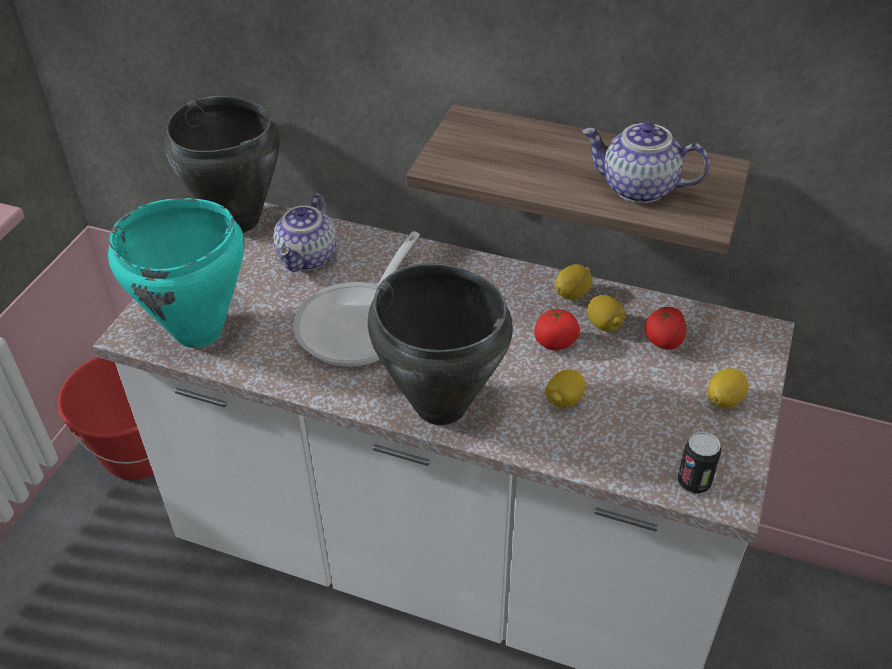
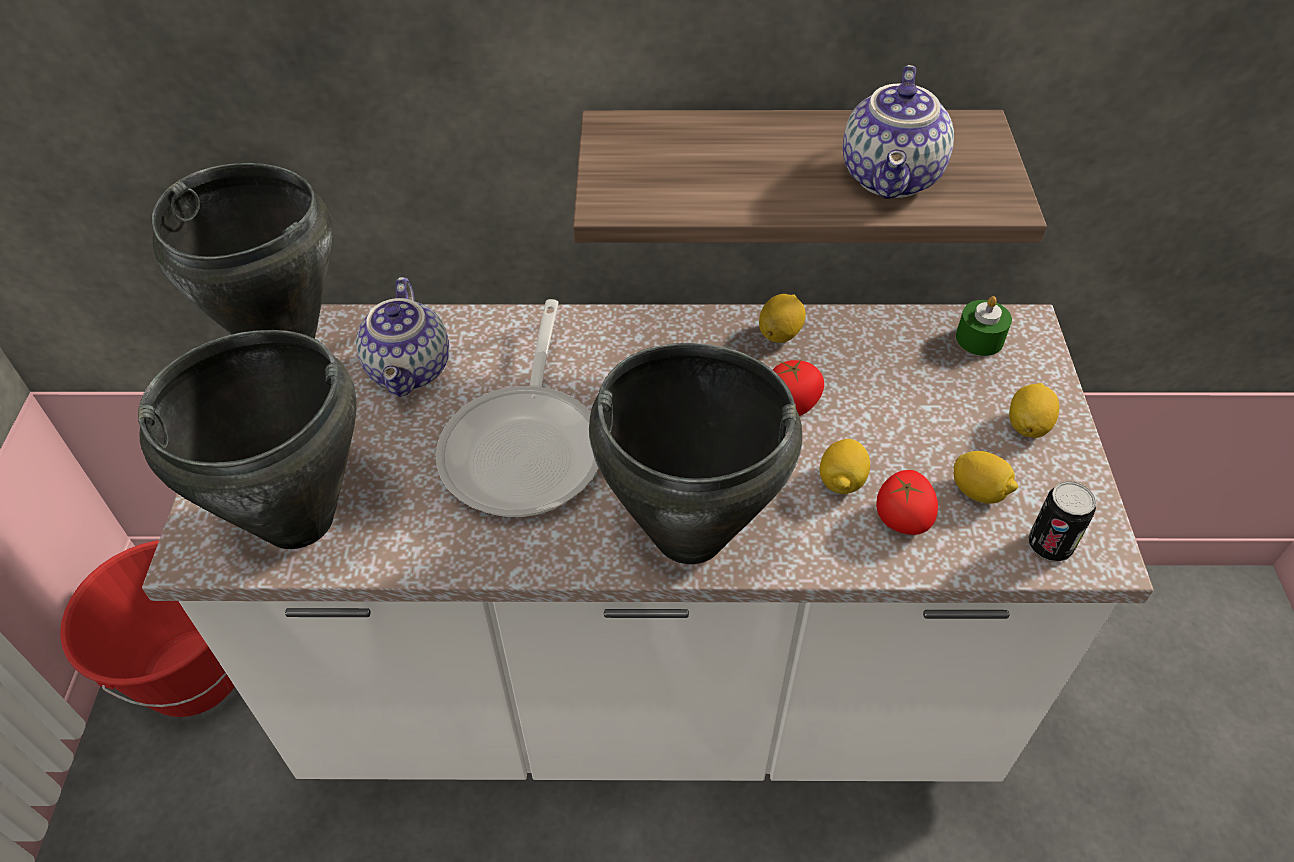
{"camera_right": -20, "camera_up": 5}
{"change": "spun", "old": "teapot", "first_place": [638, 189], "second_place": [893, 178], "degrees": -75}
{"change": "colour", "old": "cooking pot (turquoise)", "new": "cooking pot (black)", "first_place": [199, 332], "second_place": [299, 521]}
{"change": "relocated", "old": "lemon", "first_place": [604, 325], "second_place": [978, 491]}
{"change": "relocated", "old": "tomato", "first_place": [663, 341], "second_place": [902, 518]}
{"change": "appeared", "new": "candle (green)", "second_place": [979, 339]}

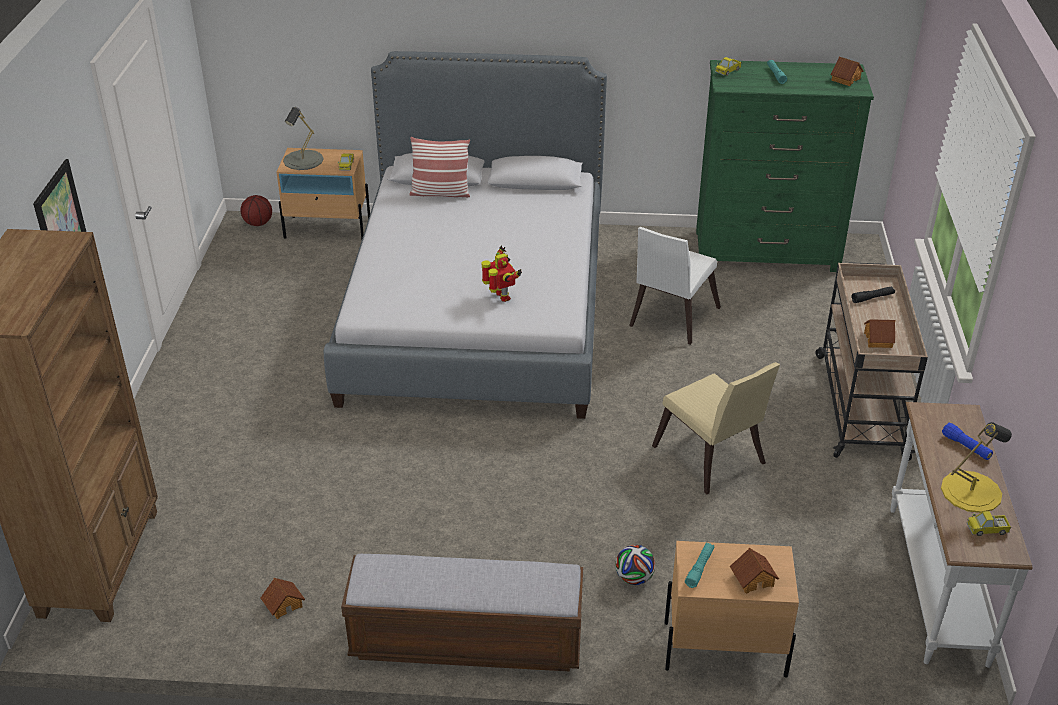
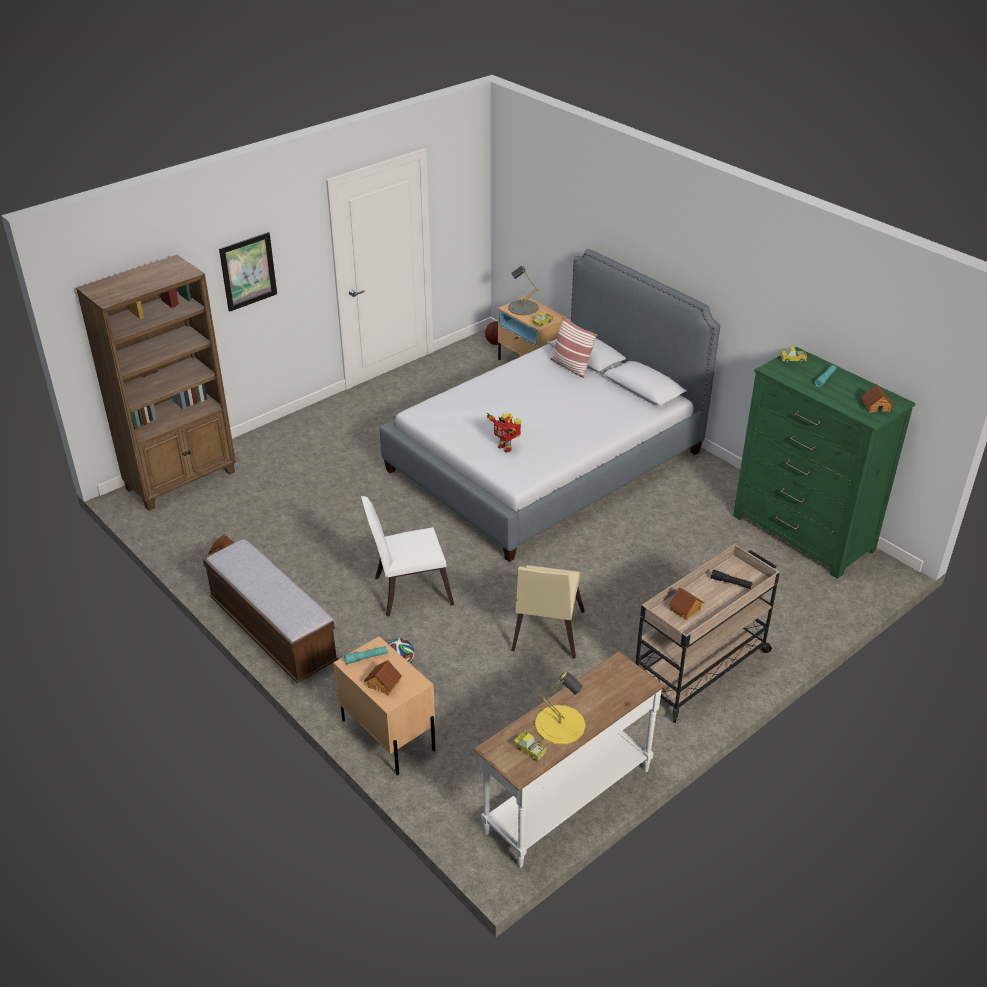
{"camera_right": 45, "camera_up": 0}
{"change": "relocated", "old": "chair (white)", "first_place": [671, 319], "second_place": [408, 591]}
{"change": "spun", "old": "toy robot", "first_place": [501, 297], "second_place": [505, 447], "degrees": 120}
{"change": "missing", "old": "flashlight (blue)", "first_place": [966, 447]}

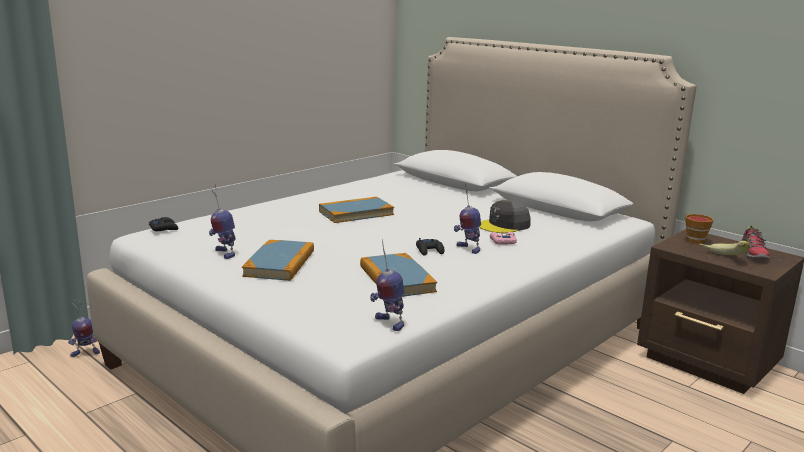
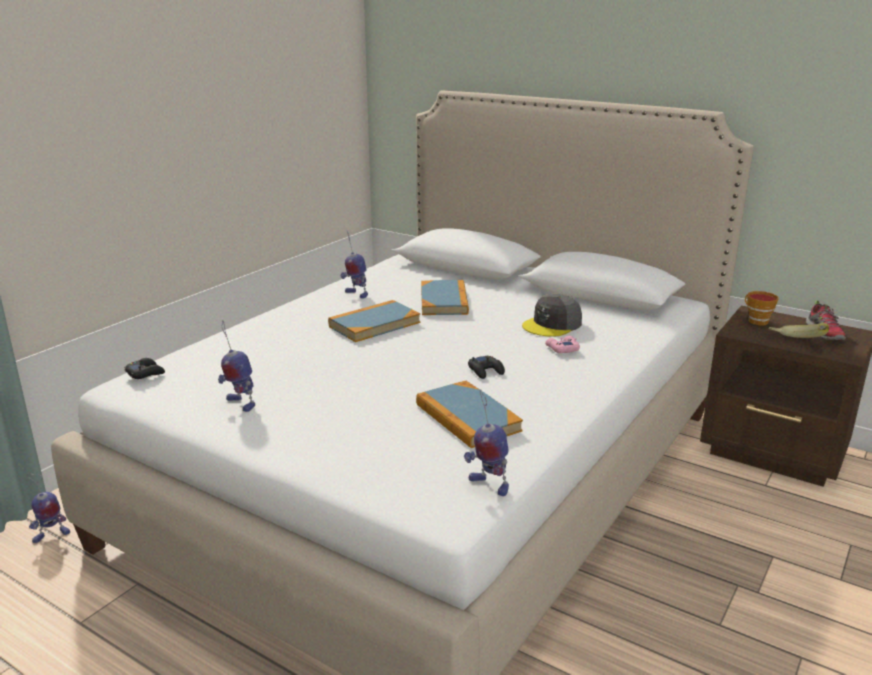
{"camera_right": -10, "camera_up": 5}
{"change": "relocated", "old": "toy robot", "first_place": [467, 248], "second_place": [356, 294]}
{"change": "relocated", "old": "book", "first_place": [280, 263], "second_place": [444, 301]}

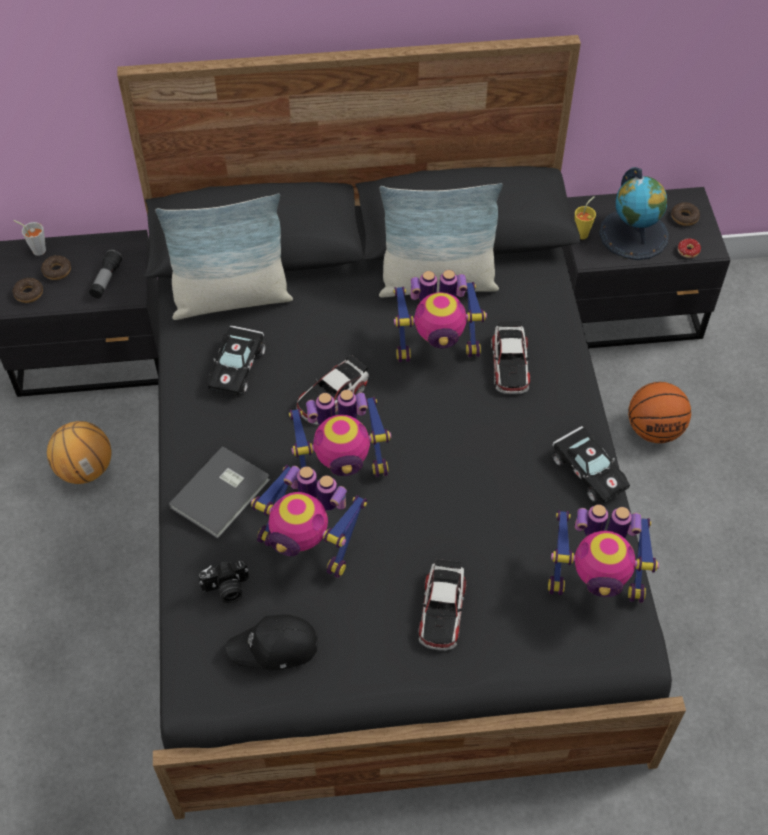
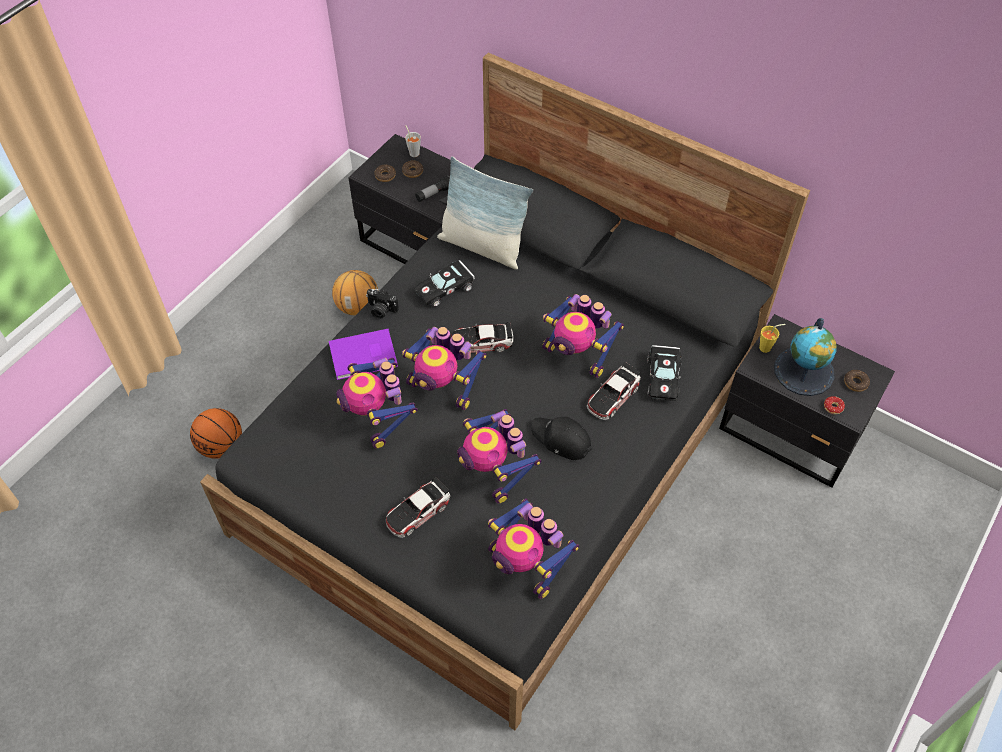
{"camera_right": 40, "camera_up": 0}
{"change": "missing", "old": "pillow", "first_place": [437, 283]}
{"change": "relocated", "old": "basketball", "first_place": [654, 430], "second_place": [221, 446]}
{"change": "relocated", "old": "toy car (black)", "first_place": [587, 469], "second_place": [663, 376]}
{"change": "colour", "old": "book (grey)", "new": "book (purple)", "first_place": [223, 494], "second_place": [364, 356]}
{"change": "relocated", "old": "photo camera", "first_place": [227, 589], "second_place": [381, 310]}
{"change": "relocated", "old": "cap (black)", "first_place": [275, 647], "second_place": [561, 440]}
{"change": "appeared", "new": "toy robot", "second_place": [494, 471]}

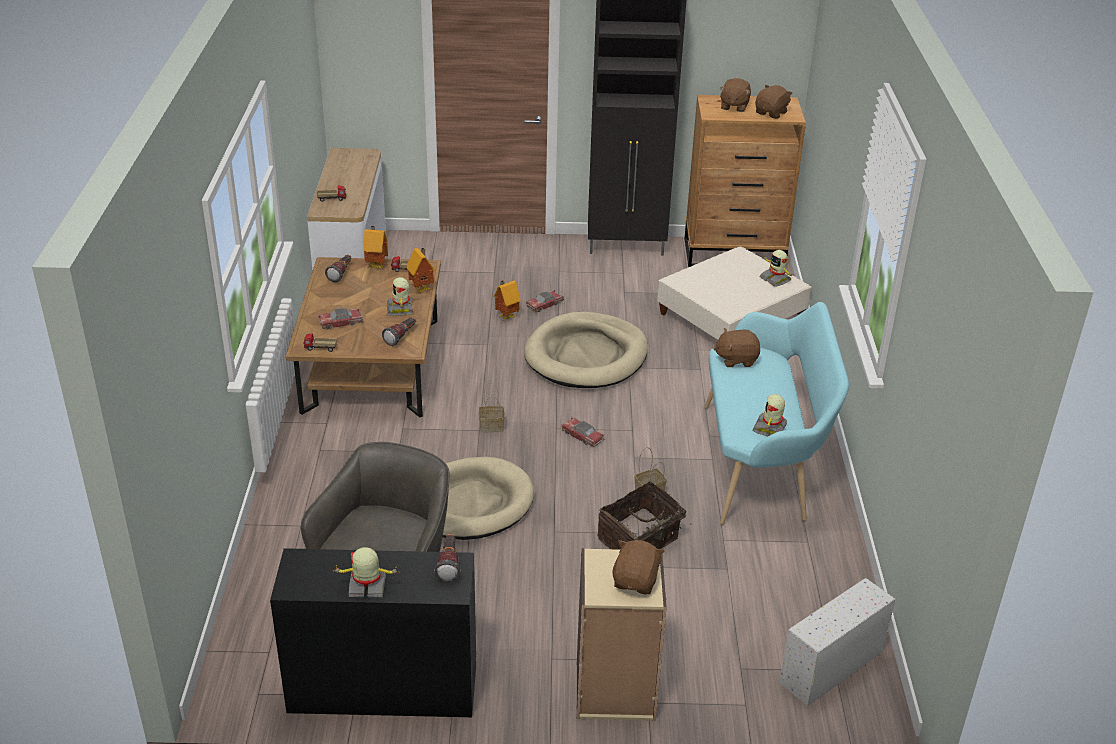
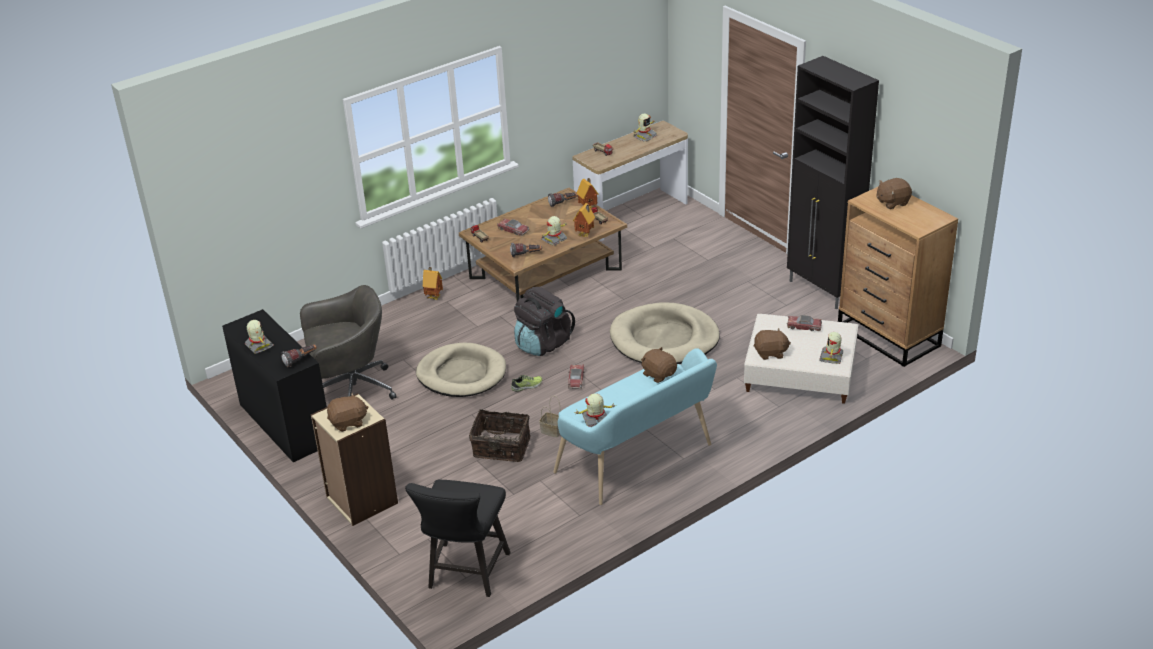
{"camera_right": 55, "camera_up": 0}
{"change": "relocated", "old": "plush toy (brown)", "first_place": [771, 113], "second_place": [770, 353]}
{"change": "relocated", "old": "toy house", "first_place": [506, 317], "second_place": [434, 297]}
{"change": "relocated", "old": "toy car", "first_place": [544, 305], "second_place": [804, 326]}
{"change": "exchanged", "old": "basket", "new": "backpack (black)", "first_place": [492, 426], "second_place": [543, 343]}
{"change": "exchanged", "old": "storage box (white)", "new": "chair (black)", "first_place": [830, 668], "second_place": [466, 574]}
{"change": "appeared", "new": "toy robot", "second_place": [644, 136]}
{"change": "appeared", "new": "shoe", "second_place": [527, 386]}

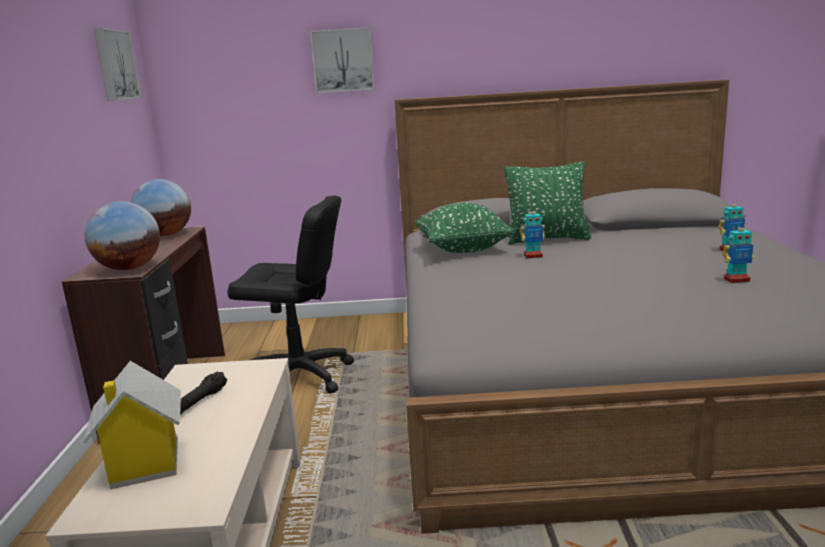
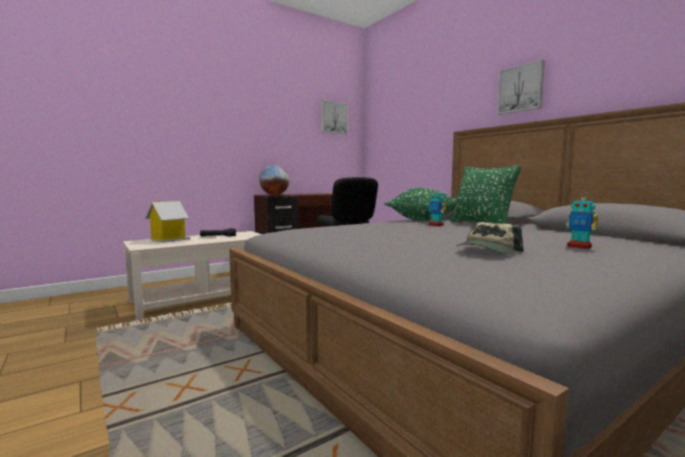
{"camera_right": 55, "camera_up": -10}
{"change": "relocated", "old": "picture", "first_place": [343, 60], "second_place": [521, 89]}
{"change": "missing", "old": "globe", "first_place": [165, 235]}
{"change": "exchanged", "old": "toy robot", "new": "cap", "first_place": [736, 280], "second_place": [488, 251]}

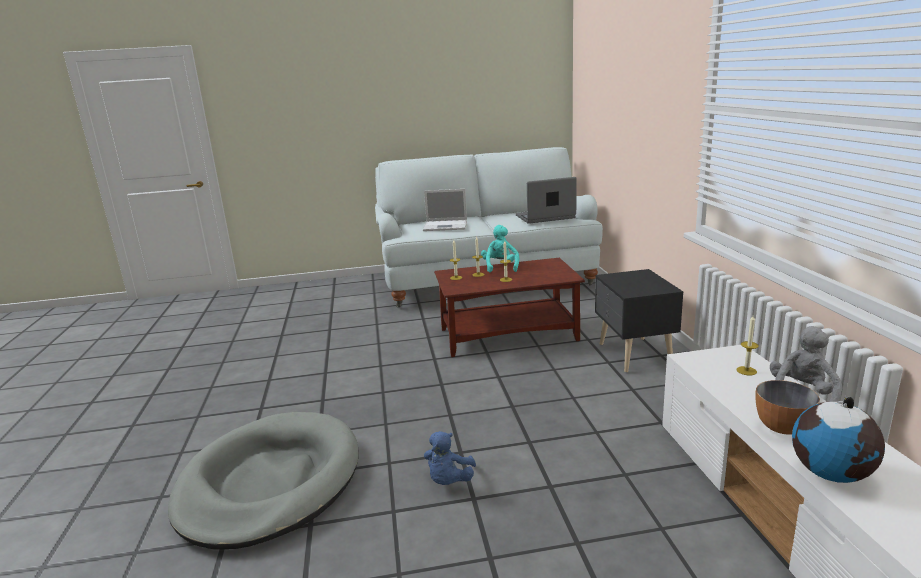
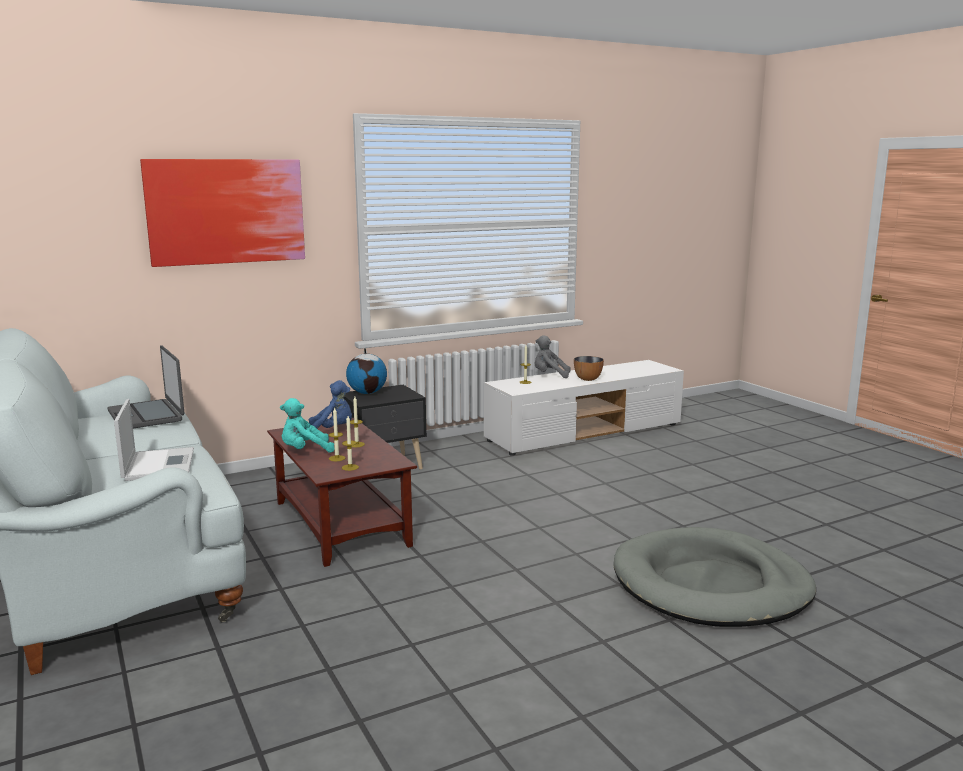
{"camera_right": -110, "camera_up": -5}
{"change": "relocated", "old": "globe", "first_place": [832, 474], "second_place": [367, 393]}
{"change": "relocated", "old": "plush toy (blue)", "first_place": [449, 481], "second_place": [332, 430]}
{"change": "appeared", "new": "picture", "second_place": [226, 211]}

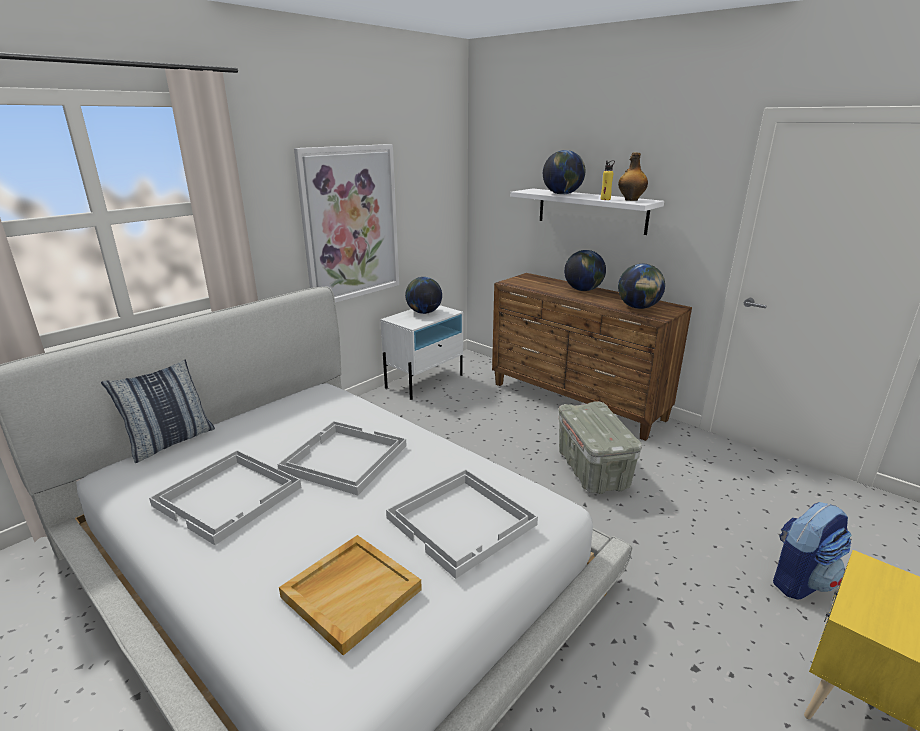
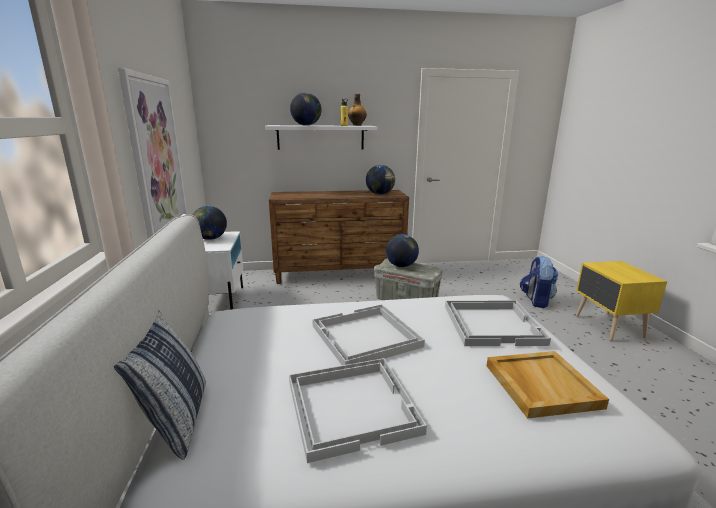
{"camera_right": -50, "camera_up": -5}
{"change": "relocated", "old": "globe", "first_place": [583, 290], "second_place": [401, 266]}

